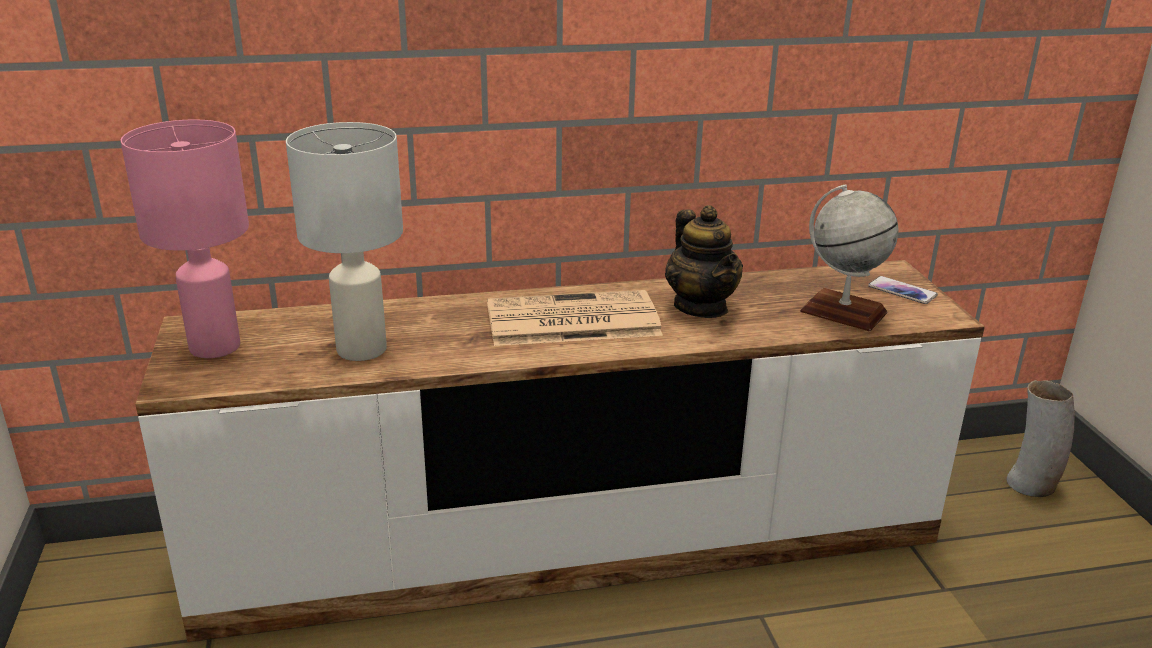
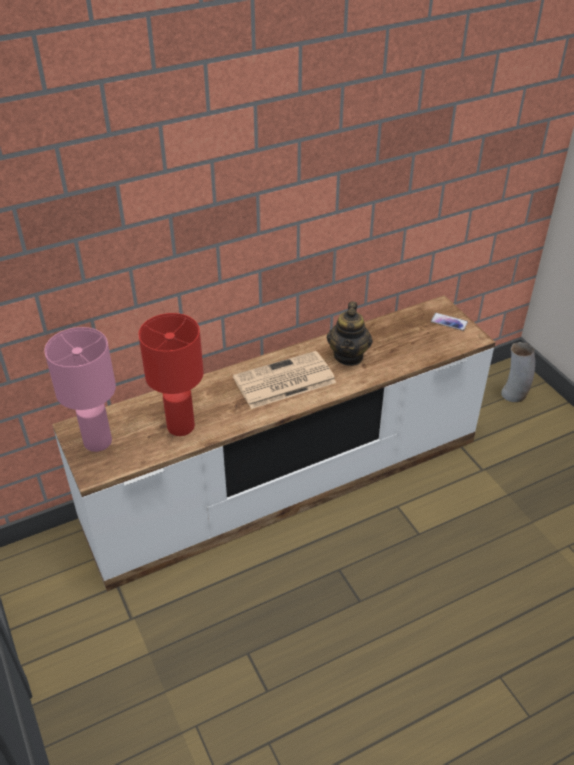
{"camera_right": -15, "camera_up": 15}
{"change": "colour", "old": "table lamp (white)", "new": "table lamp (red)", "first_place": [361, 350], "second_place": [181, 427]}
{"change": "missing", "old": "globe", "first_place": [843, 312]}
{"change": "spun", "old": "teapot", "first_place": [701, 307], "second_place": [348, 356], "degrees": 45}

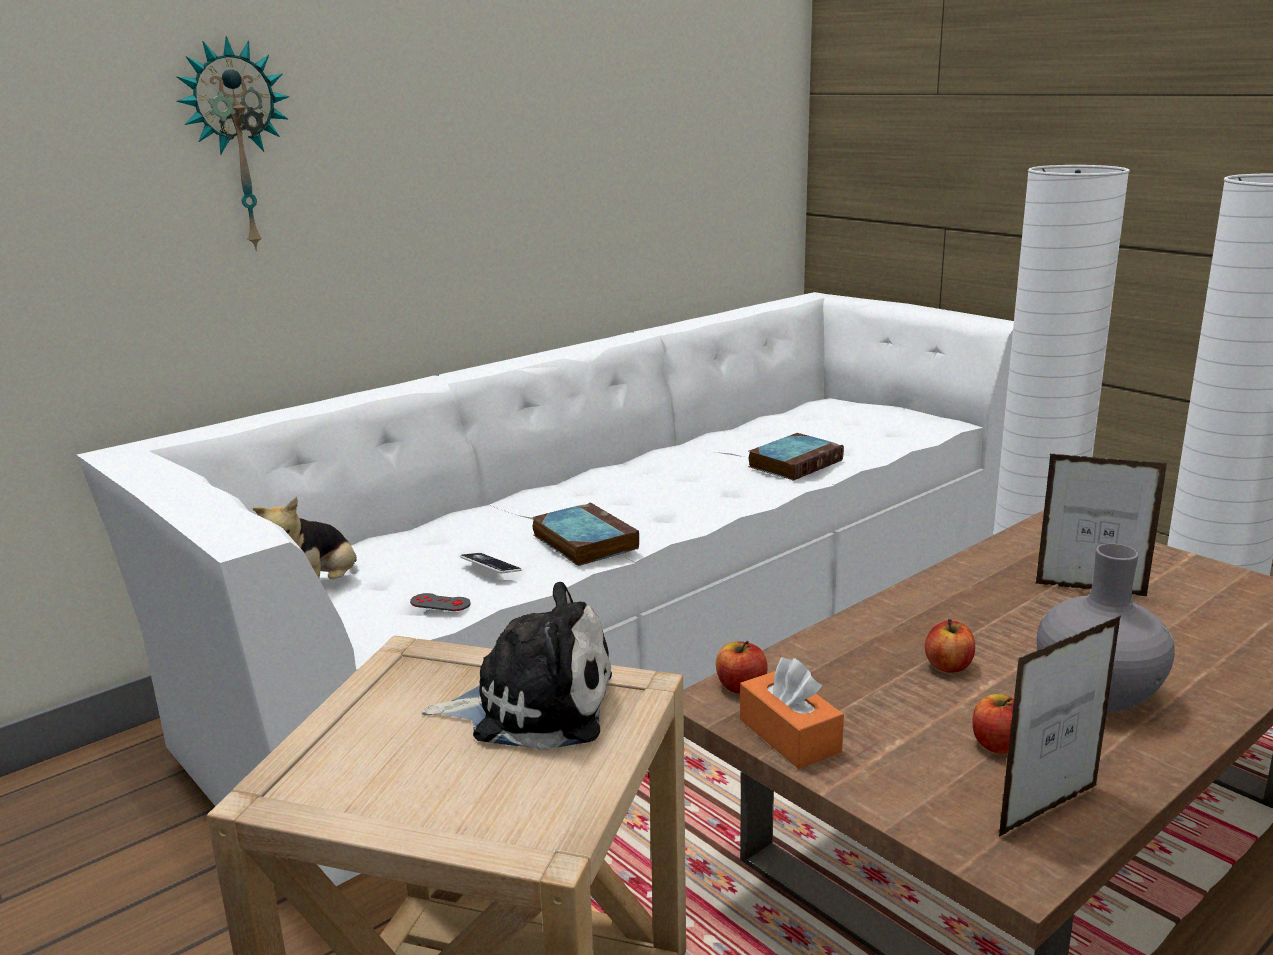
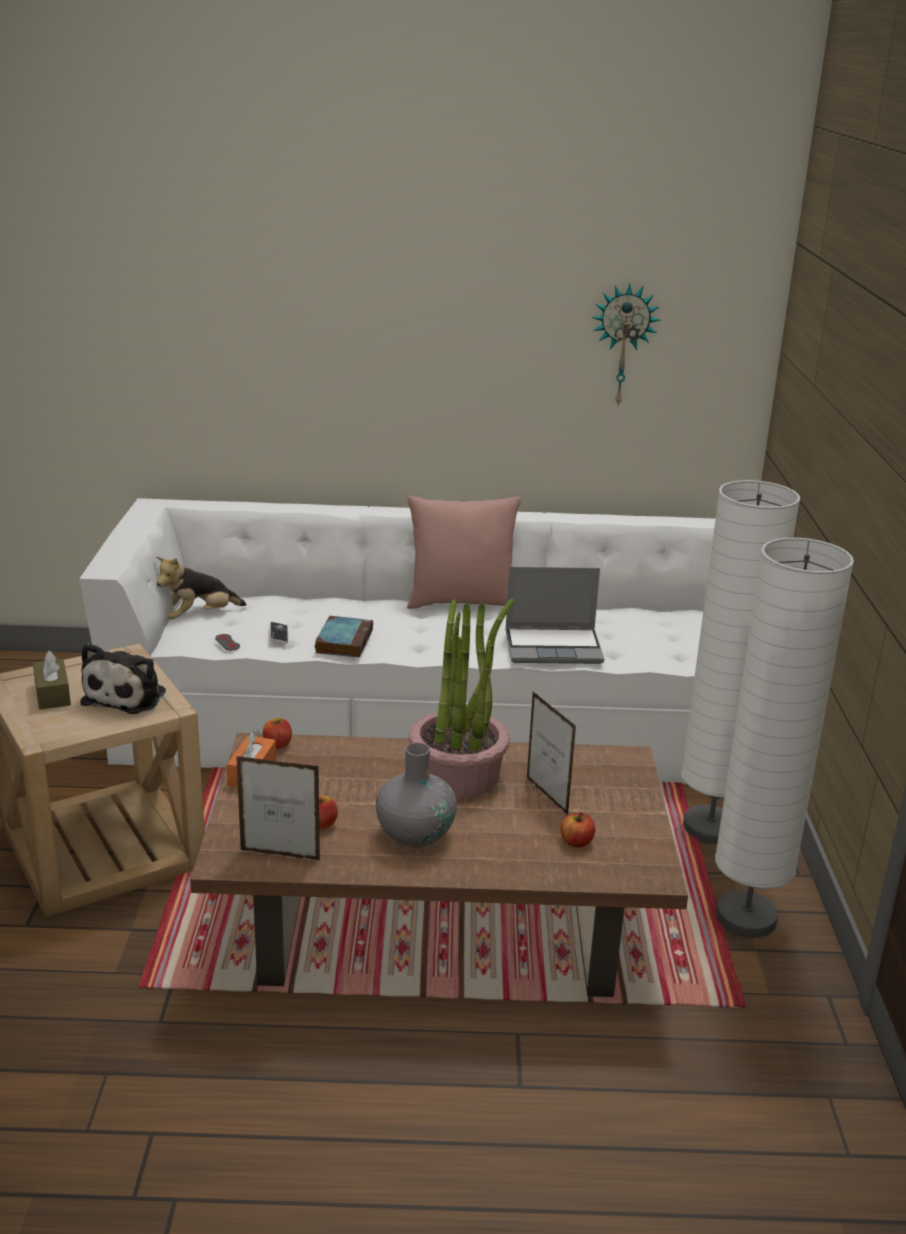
{"camera_right": 40, "camera_up": 5}
{"change": "relocated", "old": "wall clock", "first_place": [237, 146], "second_place": [623, 345]}
{"change": "exchanged", "old": "book", "new": "laptop", "first_place": [796, 463], "second_place": [554, 647]}
{"change": "spun", "old": "plush toy", "first_place": [533, 706], "second_place": [128, 696], "degrees": 60}
{"change": "relocated", "old": "apple", "first_place": [948, 666], "second_place": [576, 842]}
{"change": "appeared", "new": "pillow (pink)", "second_place": [462, 602]}
{"change": "appeared", "new": "potted plant", "second_place": [458, 774]}
{"change": "appeared", "new": "tissue box (brown)", "second_place": [52, 694]}

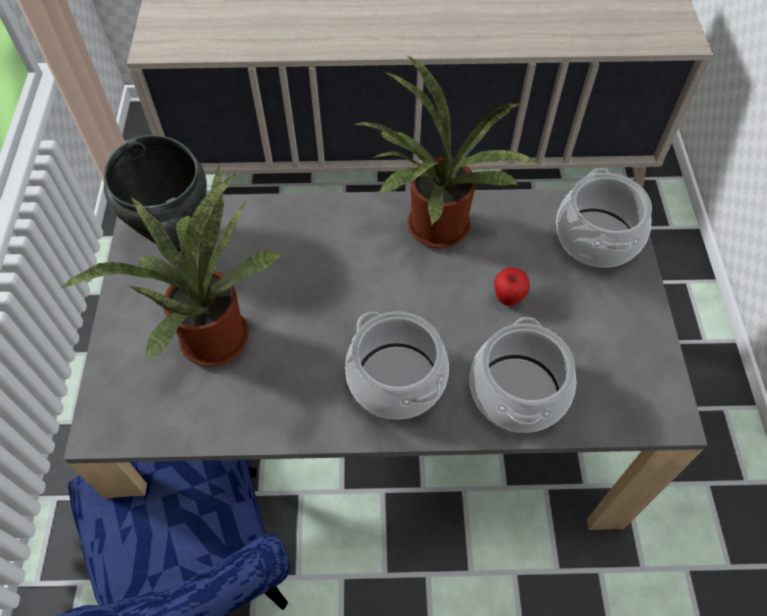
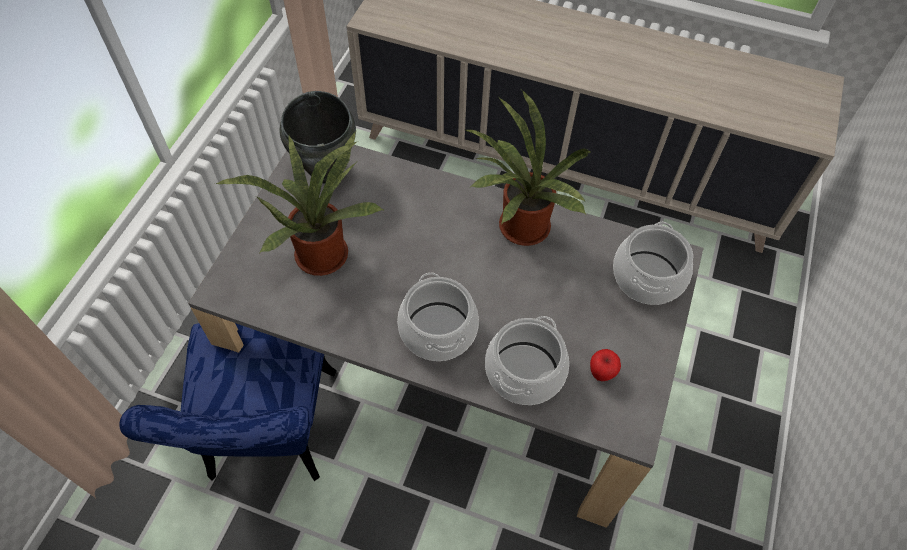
{"camera_right": 20, "camera_up": 0}
{"change": "relocated", "old": "apple", "first_place": [508, 298], "second_place": [601, 373]}

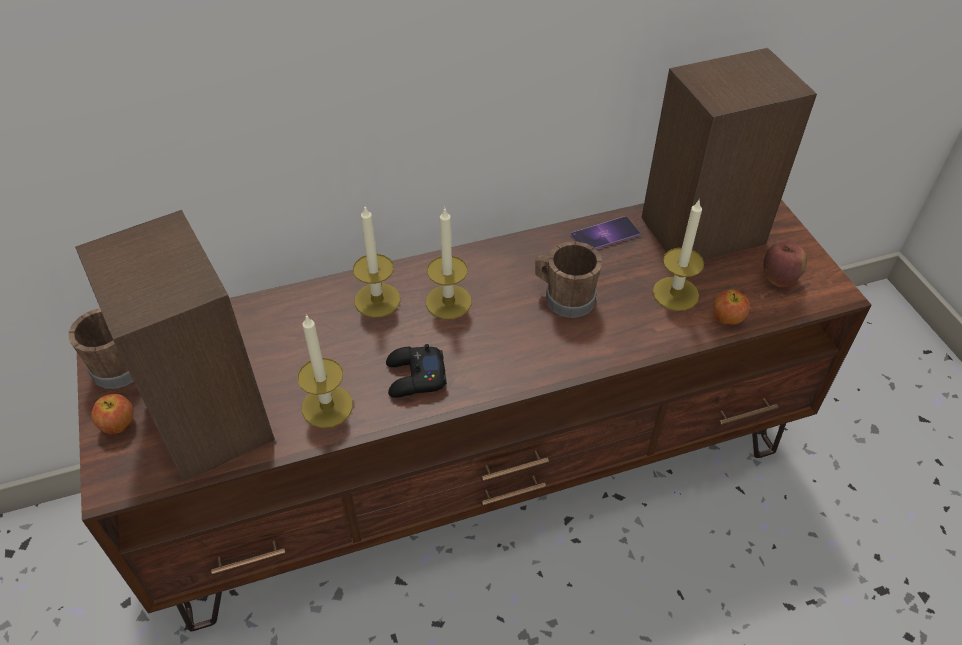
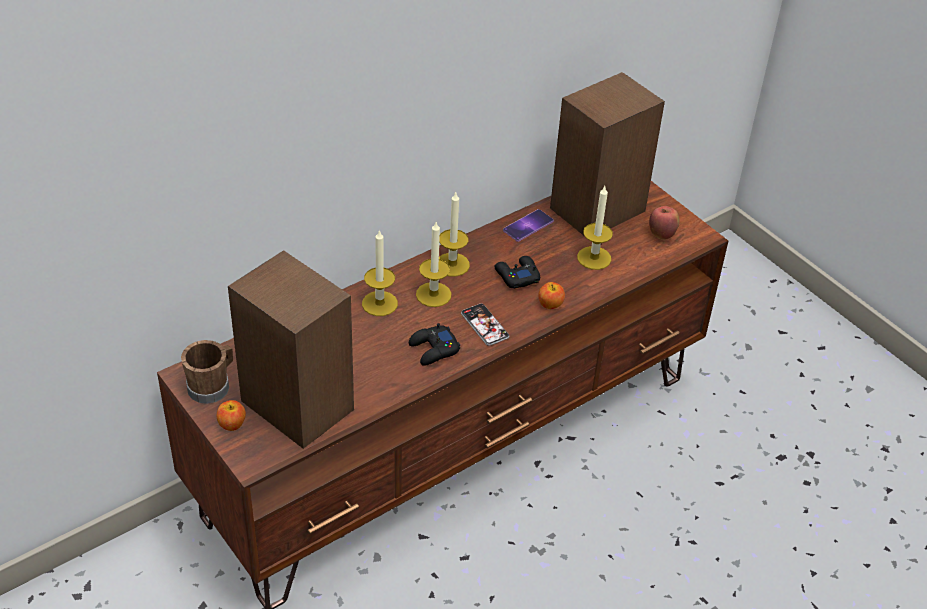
{"camera_right": -20, "camera_up": -5}
{"change": "exchanged", "old": "mug (brown)", "new": "game controller (black)", "first_place": [564, 298], "second_place": [516, 276]}
{"change": "relocated", "old": "apple", "first_place": [727, 318], "second_place": [550, 304]}
{"change": "relocated", "old": "candle", "first_place": [327, 406], "second_place": [452, 264]}
{"change": "appeared", "new": "phone", "second_place": [484, 325]}

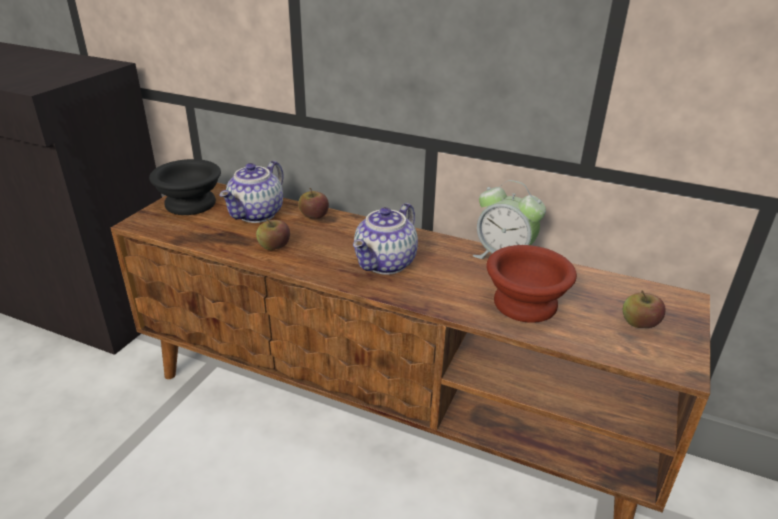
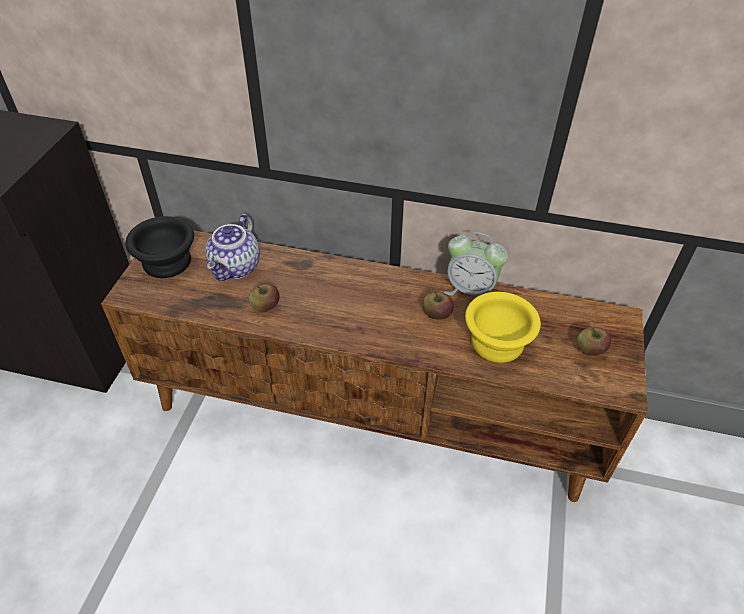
{"camera_right": -10, "camera_up": 15}
{"change": "relocated", "old": "apple", "first_place": [314, 216], "second_place": [436, 314]}
{"change": "missing", "old": "teapot", "first_place": [386, 264]}
{"change": "colour", "old": "bowl (brown)", "new": "bowl (yellow)", "first_place": [522, 304], "second_place": [495, 343]}

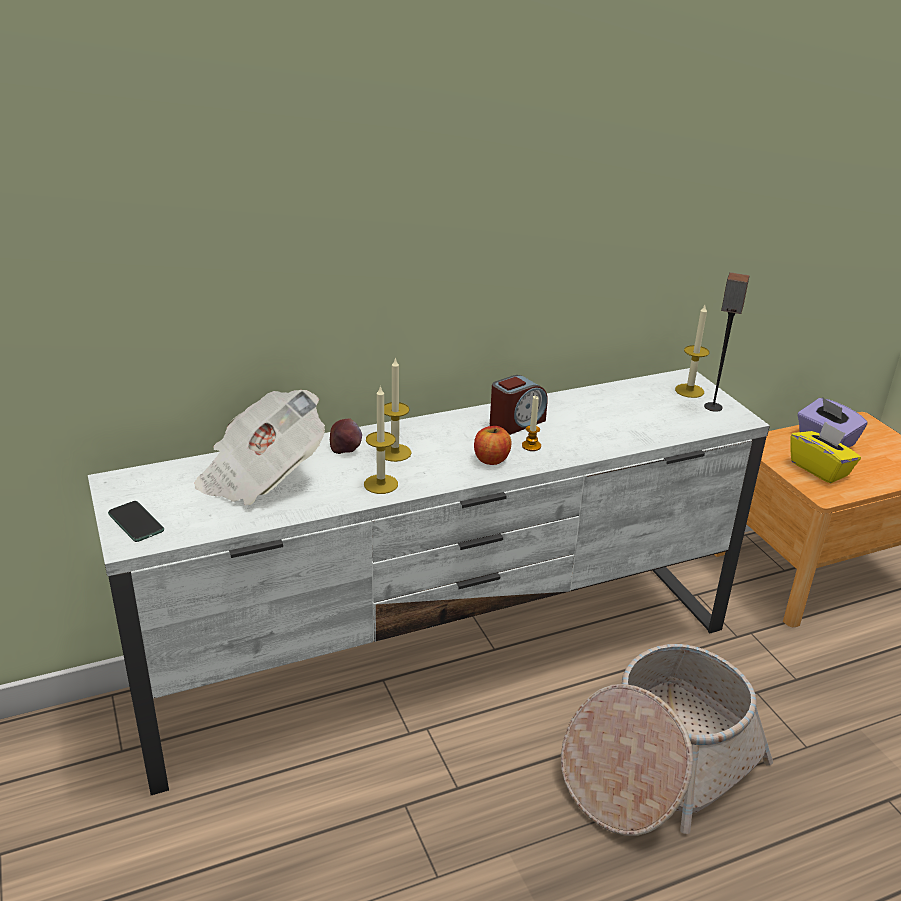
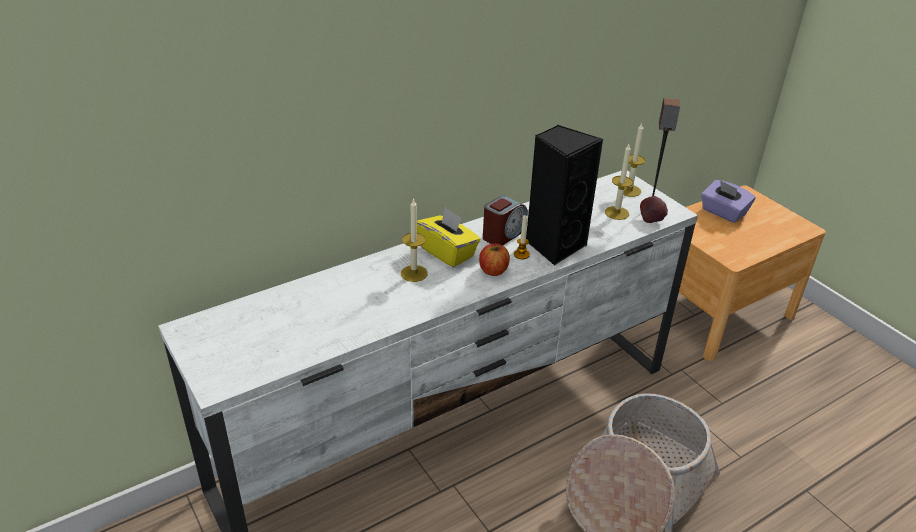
{"camera_right": -10, "camera_up": 5}
{"change": "relocated", "old": "candle", "first_place": [381, 484], "second_place": [617, 213]}
{"change": "missing", "old": "newspaper", "first_place": [261, 476]}
{"change": "relocated", "old": "apple", "first_place": [345, 449], "second_place": [652, 219]}
{"change": "relocated", "old": "tissue box (yellow)", "first_place": [819, 469], "second_place": [447, 252]}
{"change": "missing", "old": "phone", "first_place": [136, 522]}
{"change": "appeared", "new": "speaker (black)", "second_place": [554, 245]}

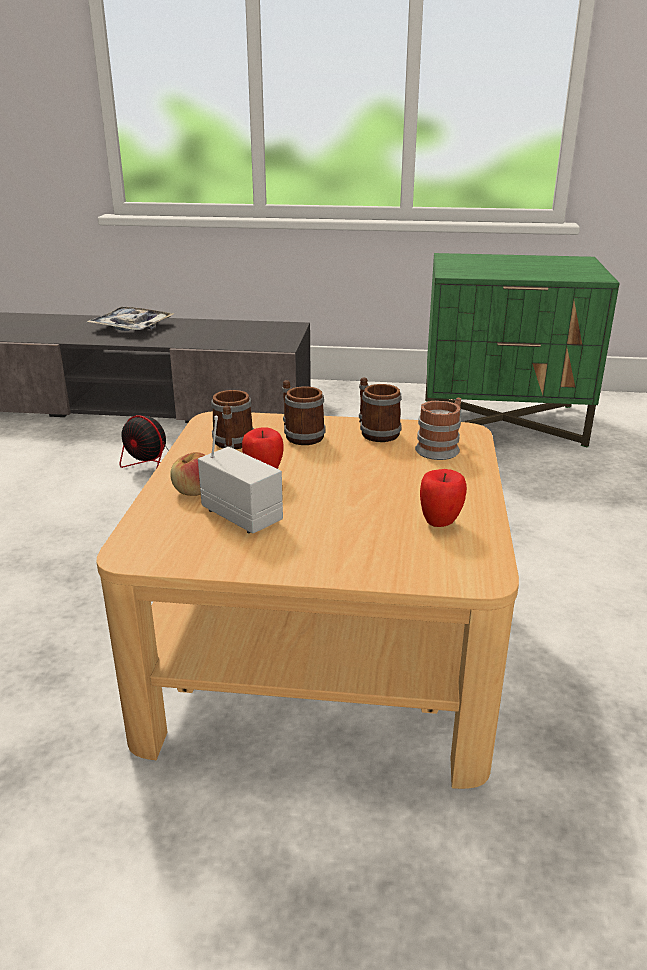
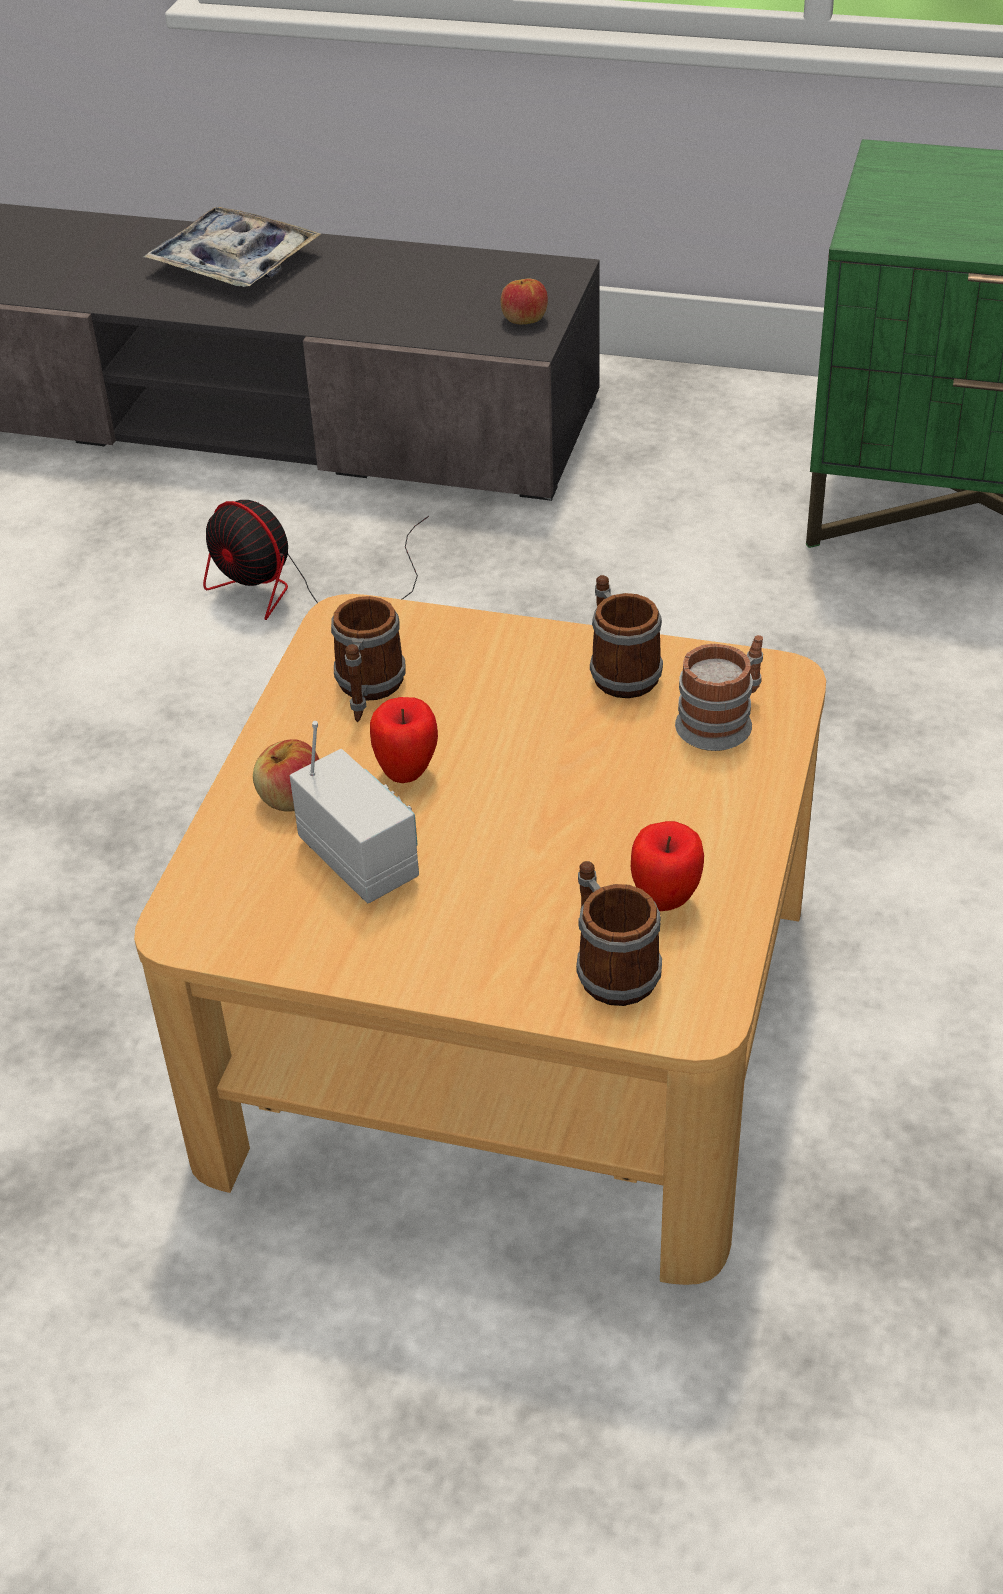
{"camera_right": 10, "camera_up": 15}
{"change": "relocated", "old": "mug", "first_place": [300, 435], "second_place": [610, 967]}
{"change": "appeared", "new": "apple", "second_place": [524, 319]}

